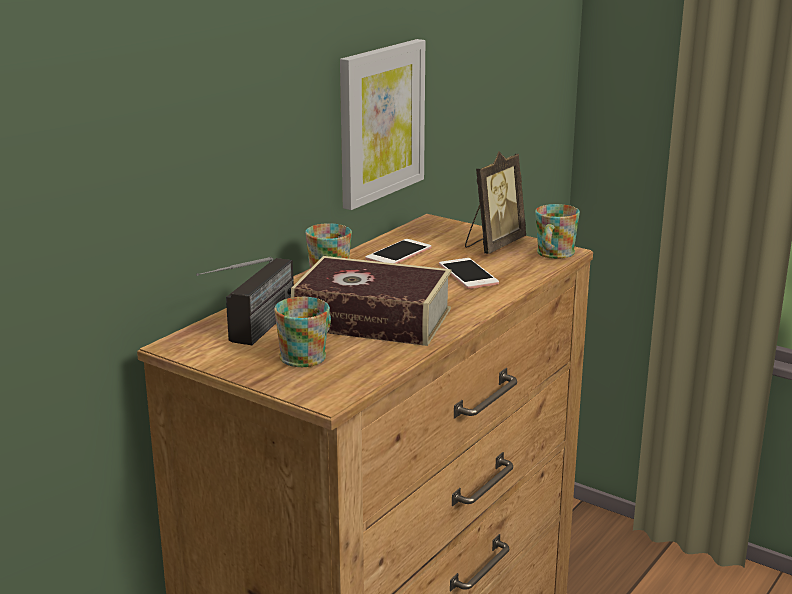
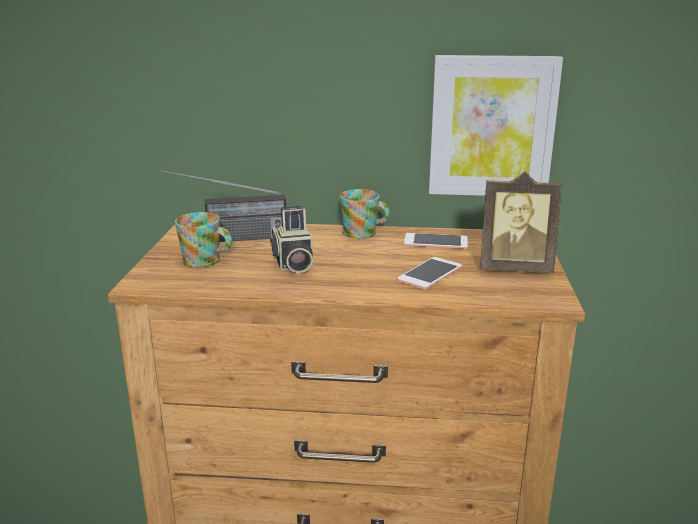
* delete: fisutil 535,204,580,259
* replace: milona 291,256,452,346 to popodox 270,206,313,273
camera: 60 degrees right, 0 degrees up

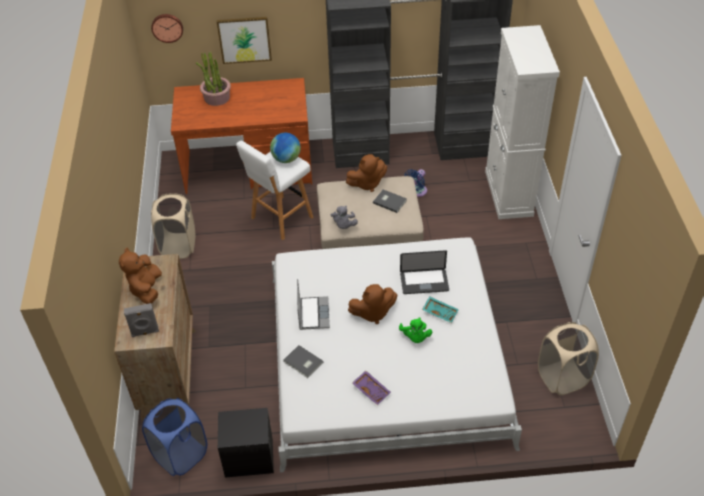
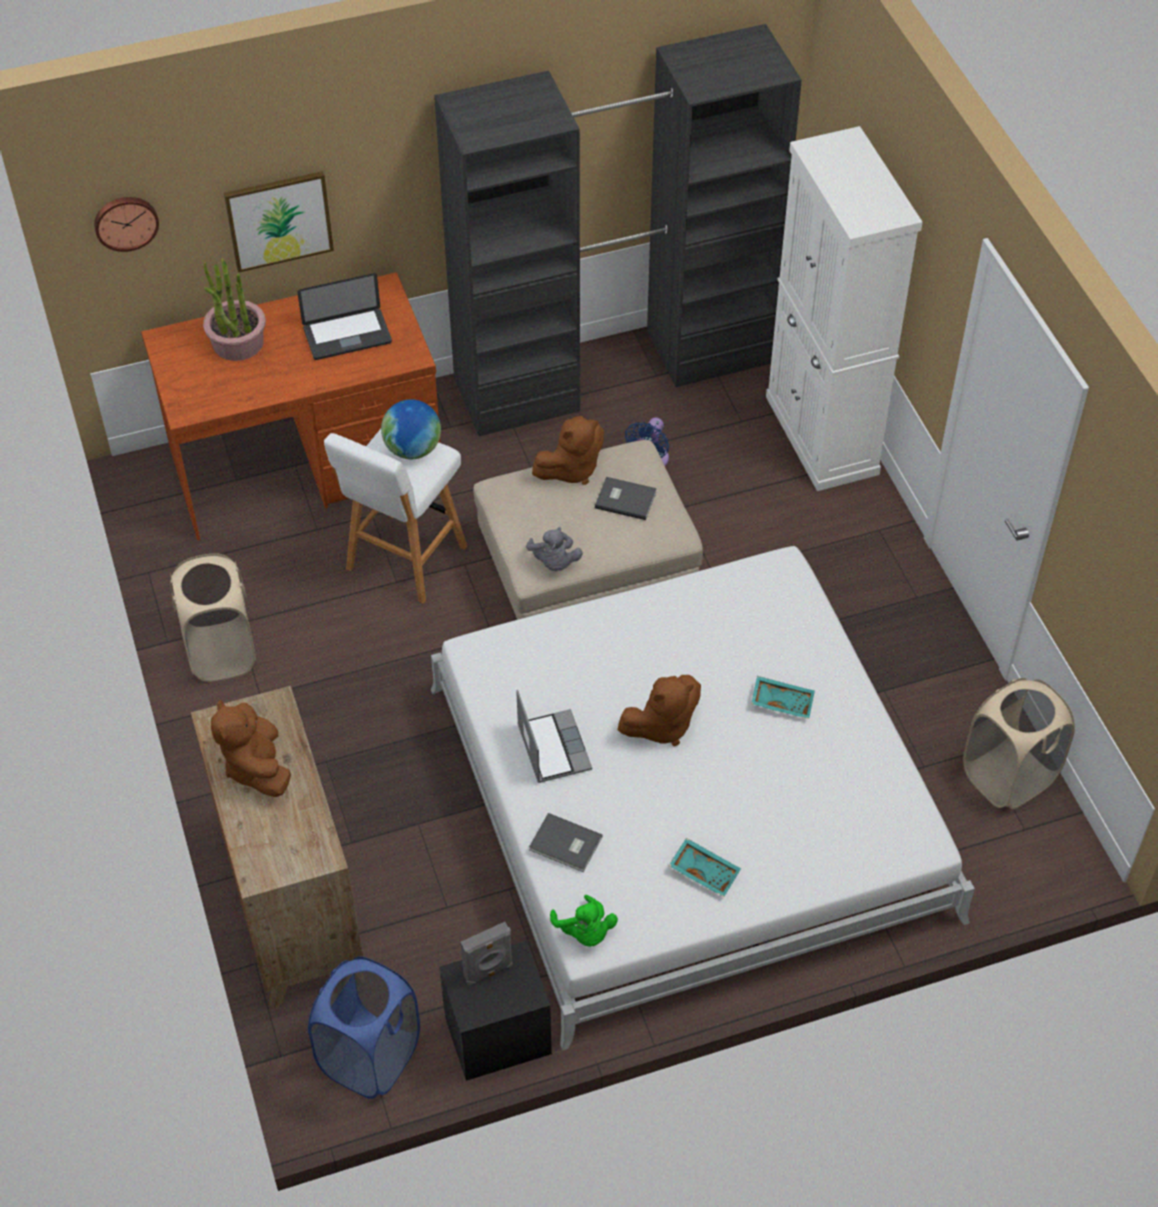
* move: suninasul 400,250,449,294 to 298,273,392,360
* move: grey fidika 124,303,159,337 to 461,922,513,985
* move: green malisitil 399,317,433,343 to 550,895,618,947
* recolor: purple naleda 352,371,391,405 to turquoise naleda 669,838,741,897
camera: 15 degrees left, 5 degrees up

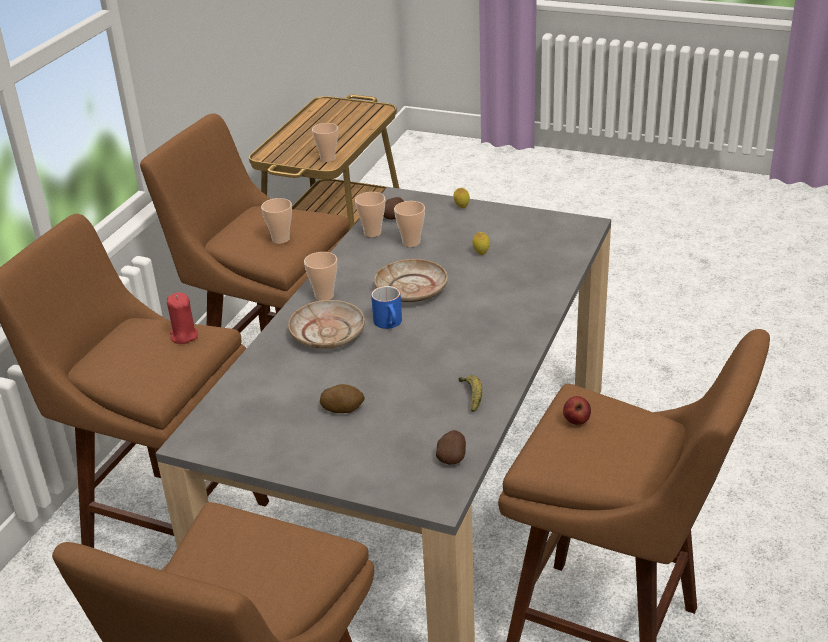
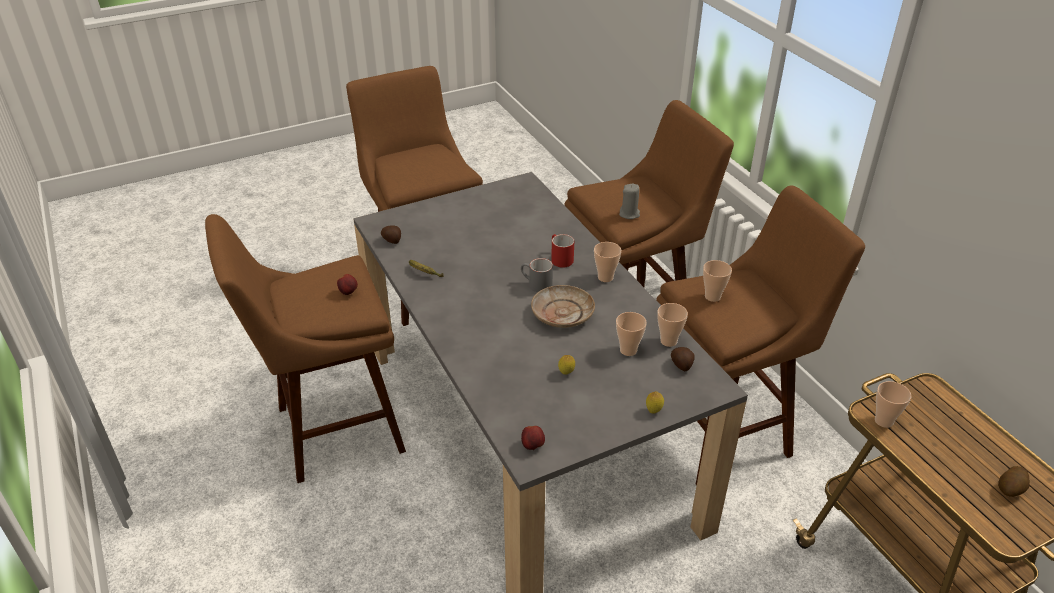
* recolor: blue fisutil 371,286,402,329 to grey fisutil 521,258,553,292
* recolor: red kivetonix 167,292,198,344 to grey kivetonix 619,184,640,219
* replace: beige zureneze 288,300,365,349 to red fisutil 551,234,574,267
* move: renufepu 320,384,365,413 to 998,466,1030,497
* insert: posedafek 521,426,545,450
camera: 130 degrees right, 5 degrees up

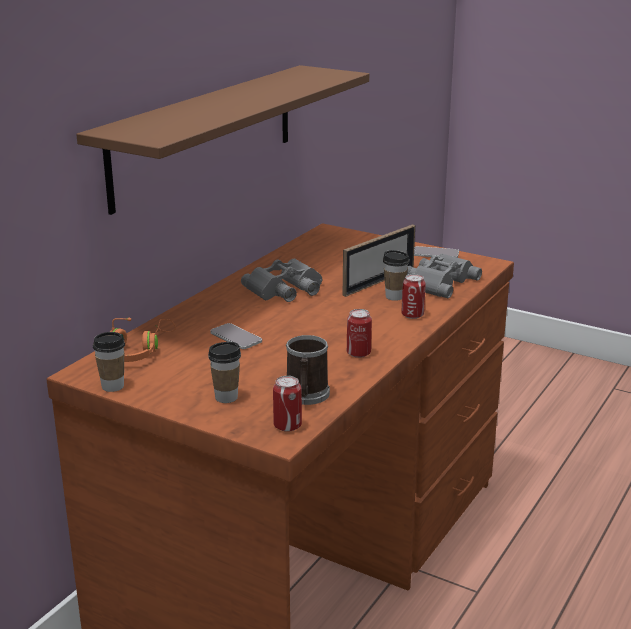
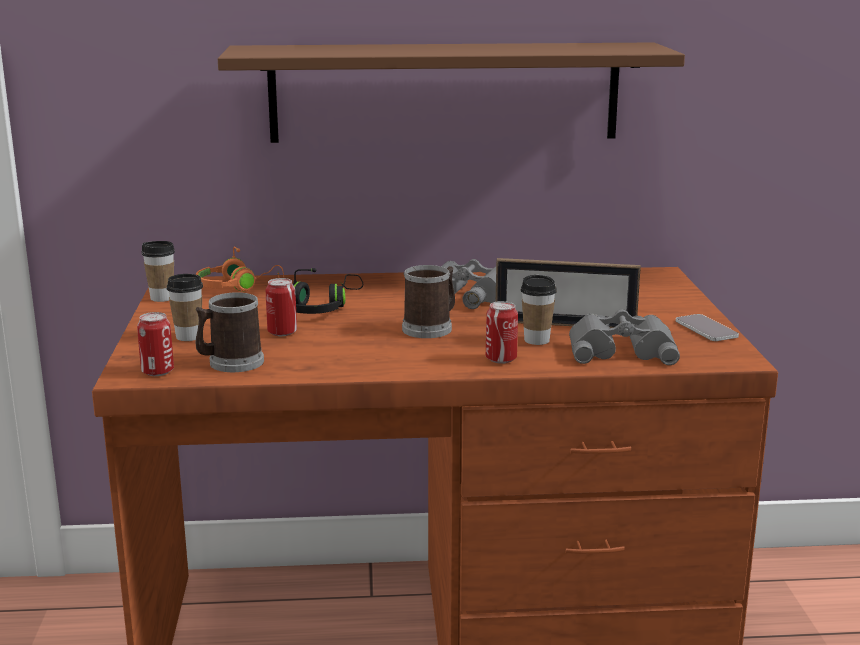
* move: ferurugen 347,309,372,358 to 266,278,297,336
* replace: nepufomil 210,323,262,349 to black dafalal 293,268,363,314
* insert: fisutil 402,265,455,338
camera: 55 degrees right, 5 degrees down

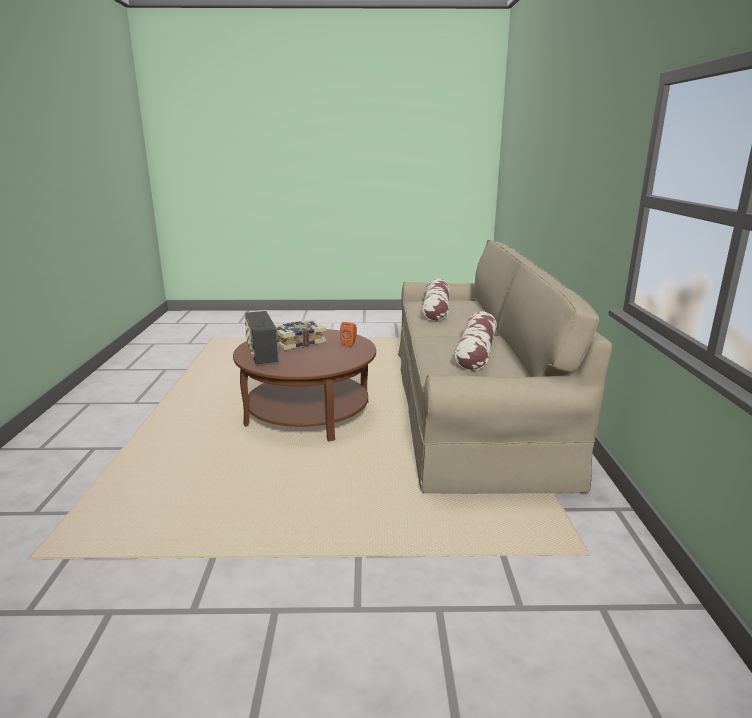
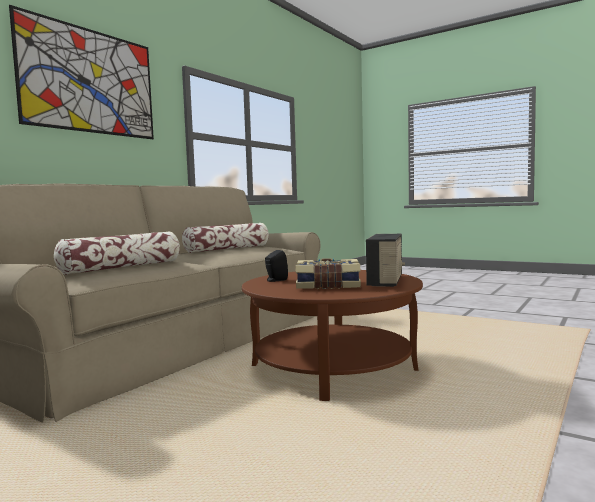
* recolor: orange fidika 340,322,357,347 to black fidika 265,250,288,282
* insert: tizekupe 9,5,154,139
camera: 145 degrees left, 15 degrees down

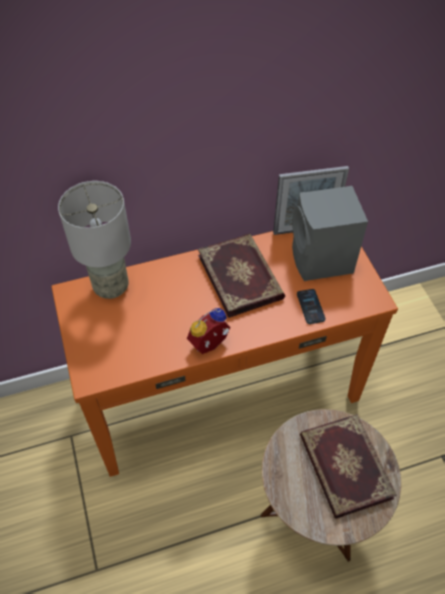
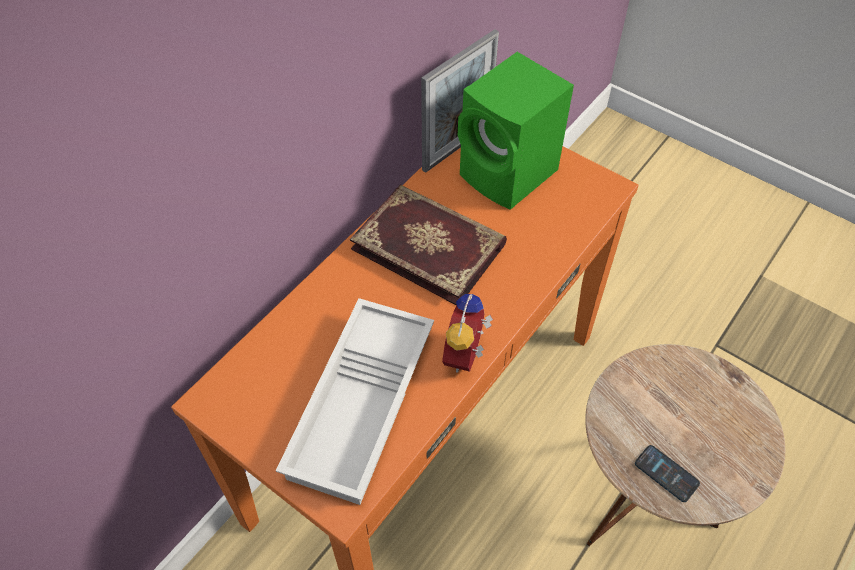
* delete: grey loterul 58,181,131,299
* recolor: grey fidika 292,186,368,281 to green fidika 458,52,574,210
* move: nepufomil 297,289,326,324 to 635,445,700,502
* delete: milona 300,414,397,519
* insert: white naleda 276,298,434,505
camera: 35 degrees left, 0 degrees up

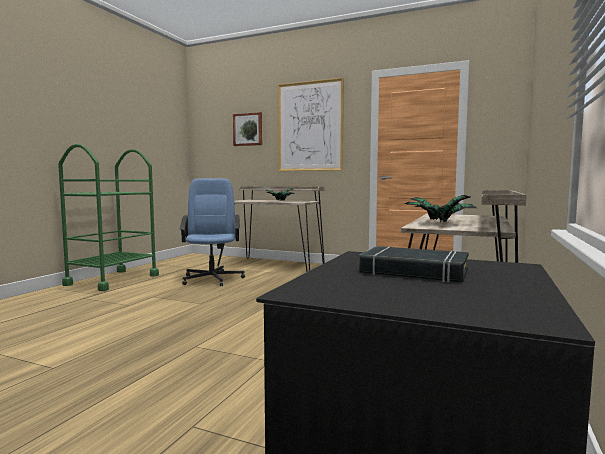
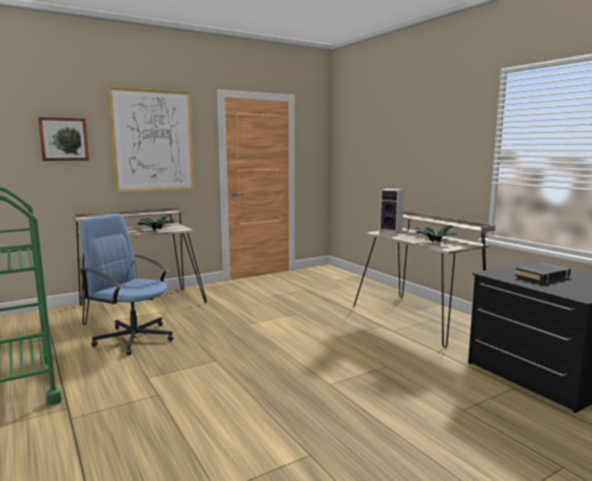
* insert: fidika 379,189,404,235
camera: 55 degrees left, 5 degrees up

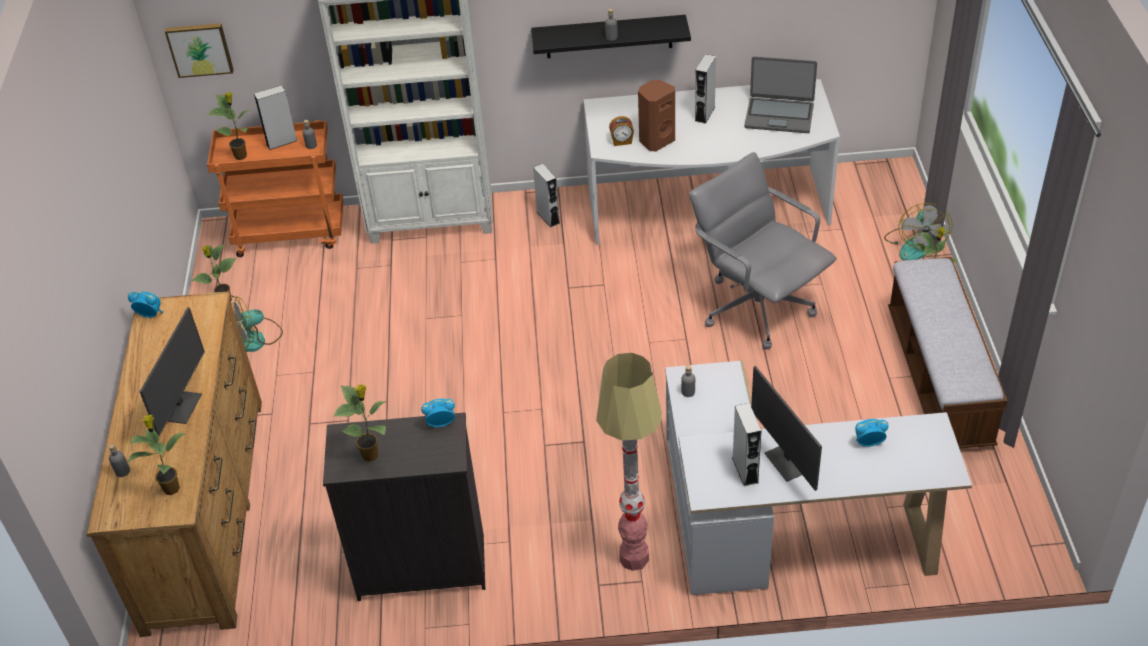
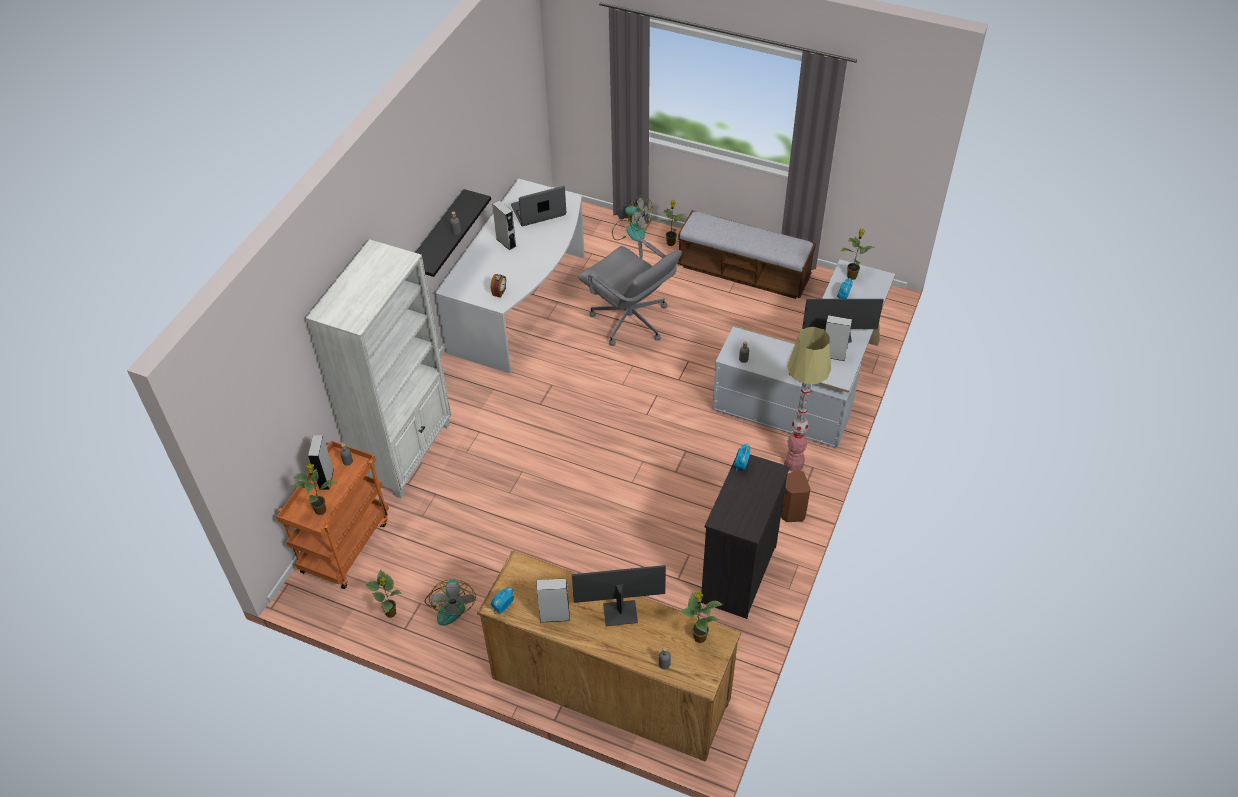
* delete: tizekupe 165,23,234,78
* rotate: suninasul 744,57,817,133 = 511,186,566,226 150 degrees counterclockwise
* move: brown fidika 638,80,675,151 to 781,470,810,522
* rotate: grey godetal 689,152,837,350 = 578,239,682,346 120 degrees counterclockwise
* move: grey fidika 533,164,560,228 to 537,578,570,623
* rotate: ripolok 140,307,205,436 = 572,565,666,626 45 degrees counterclockwise
* move: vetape 333,385,386,462 to 841,229,874,280
camera: 65 degrees left, 5 degrees up

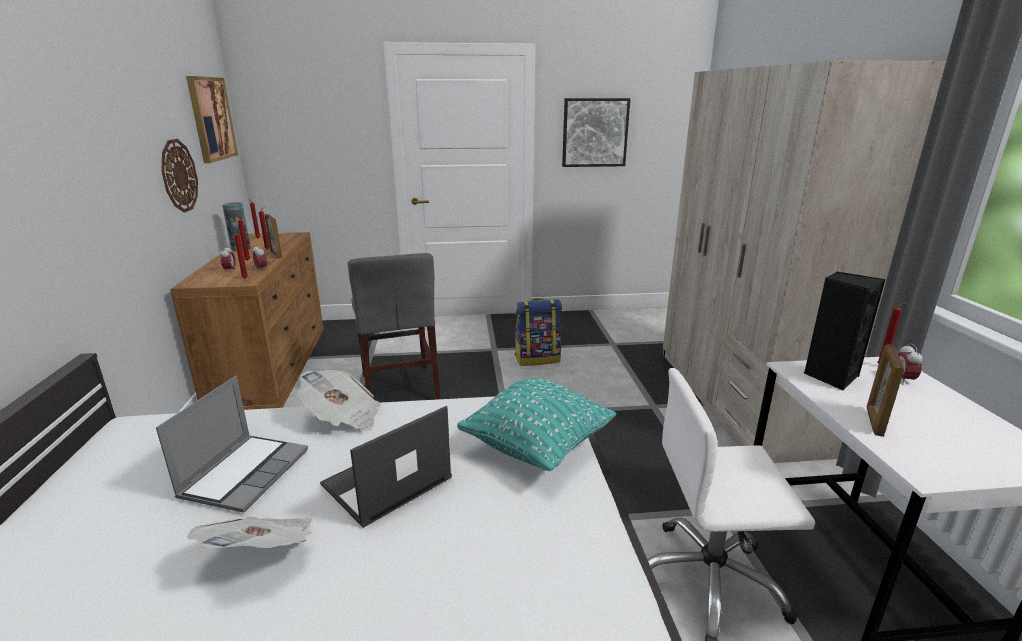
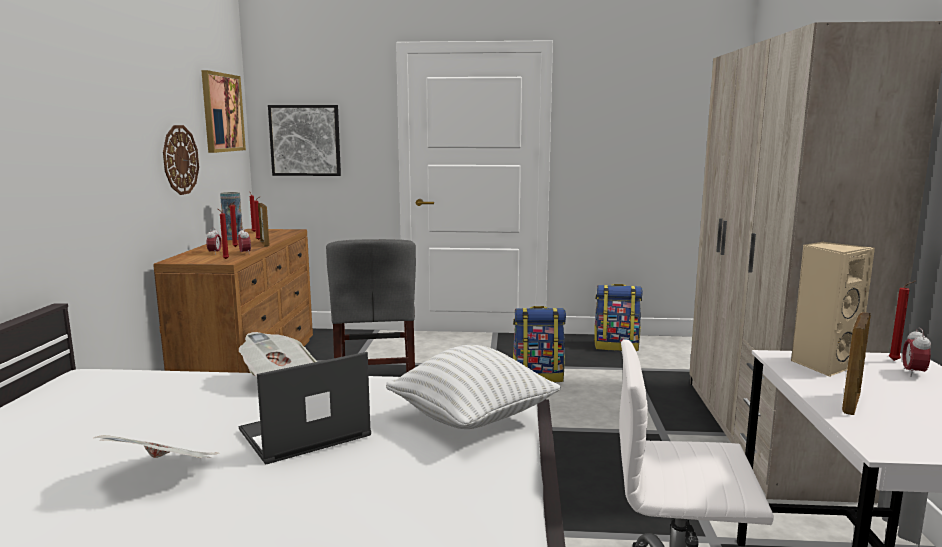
* move: tizekupe 562,98,630,167 to 268,105,341,176
* recolor: black fidika 803,272,885,391 to beige fidika 790,242,875,377
* delete: suninasul 156,376,308,513
* recolor: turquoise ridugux 457,378,617,471 to white ridugux 386,345,561,429
* insert: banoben 594,284,643,351
camera: 10 degrees right, 10 degrees down

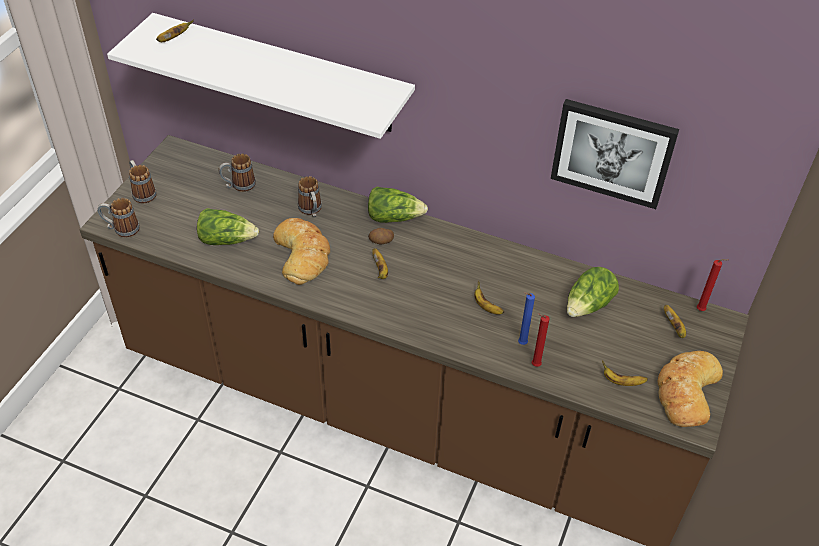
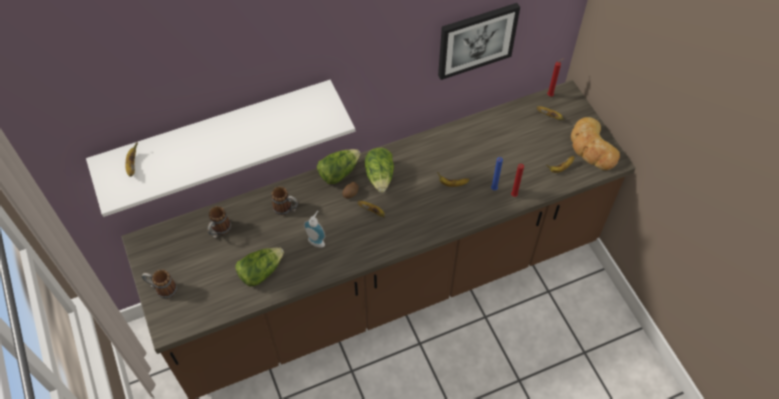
* delete: fisutil 97,198,140,238
* replace: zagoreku 273,218,330,285 to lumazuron 304,211,326,248
* move: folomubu 567,267,619,317 to 365,148,394,193
camera: 45 degrees left, 10 degrees up

